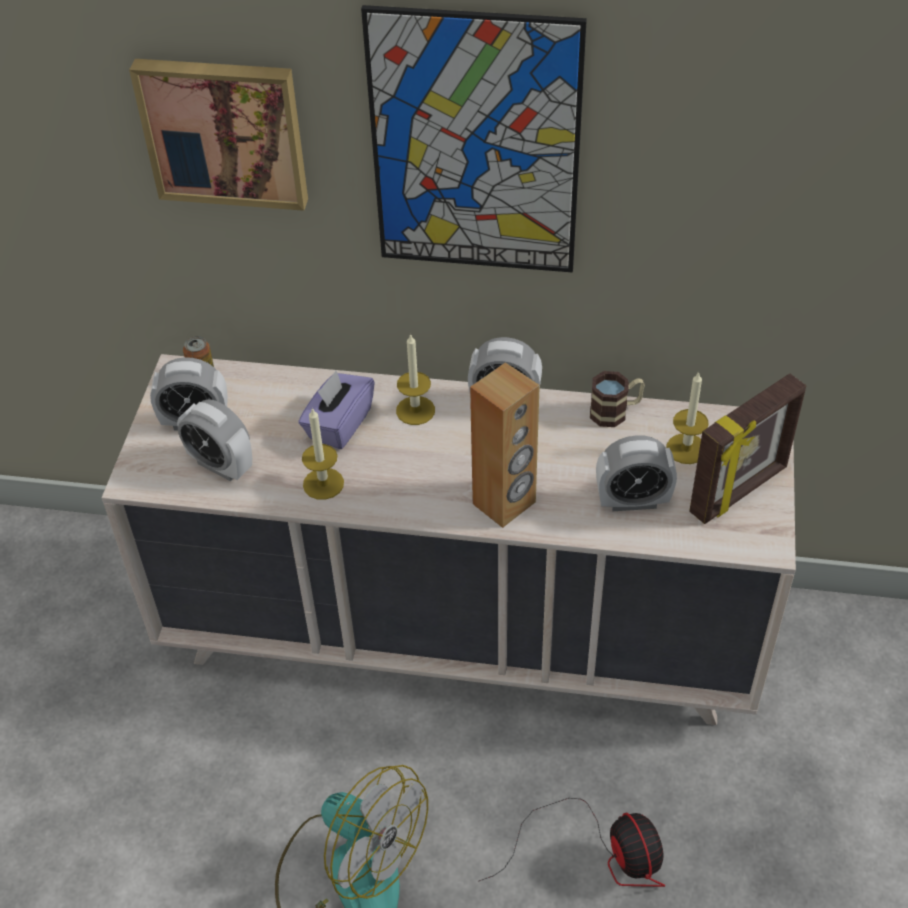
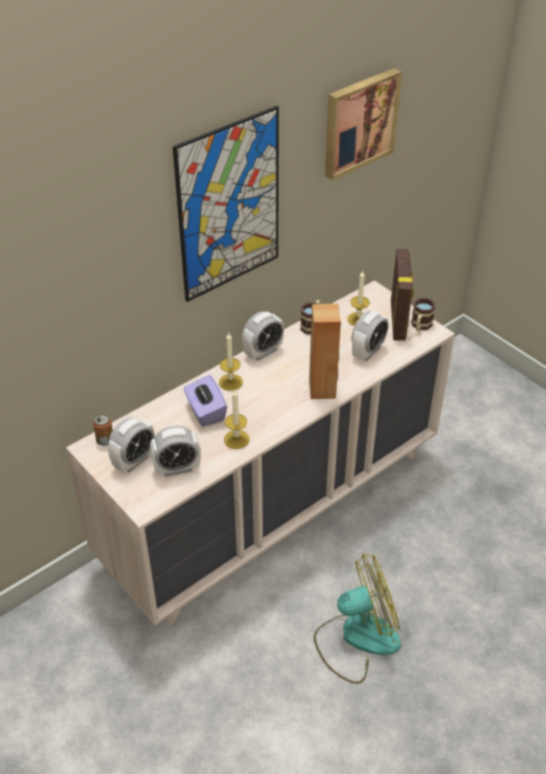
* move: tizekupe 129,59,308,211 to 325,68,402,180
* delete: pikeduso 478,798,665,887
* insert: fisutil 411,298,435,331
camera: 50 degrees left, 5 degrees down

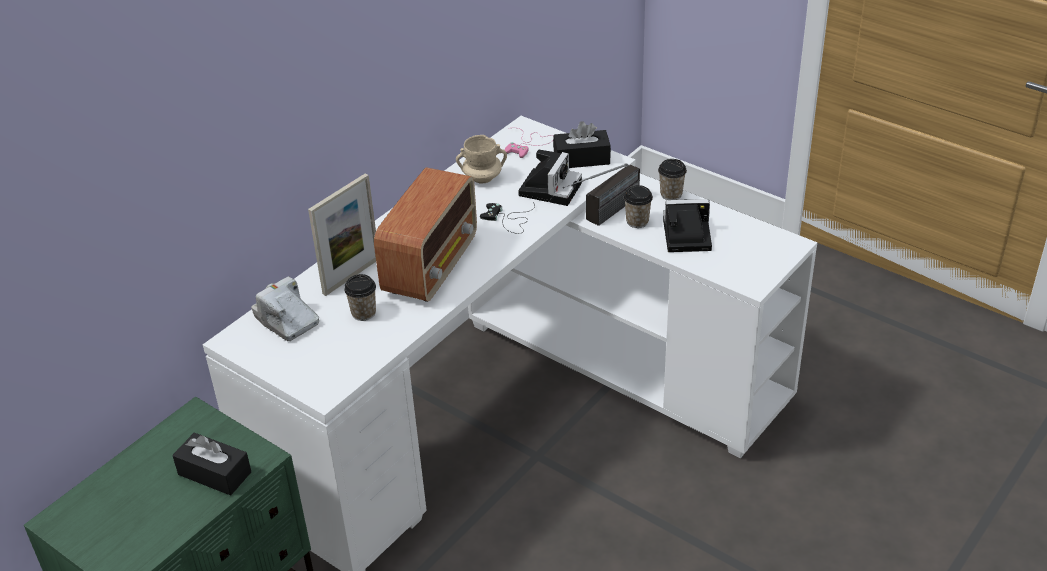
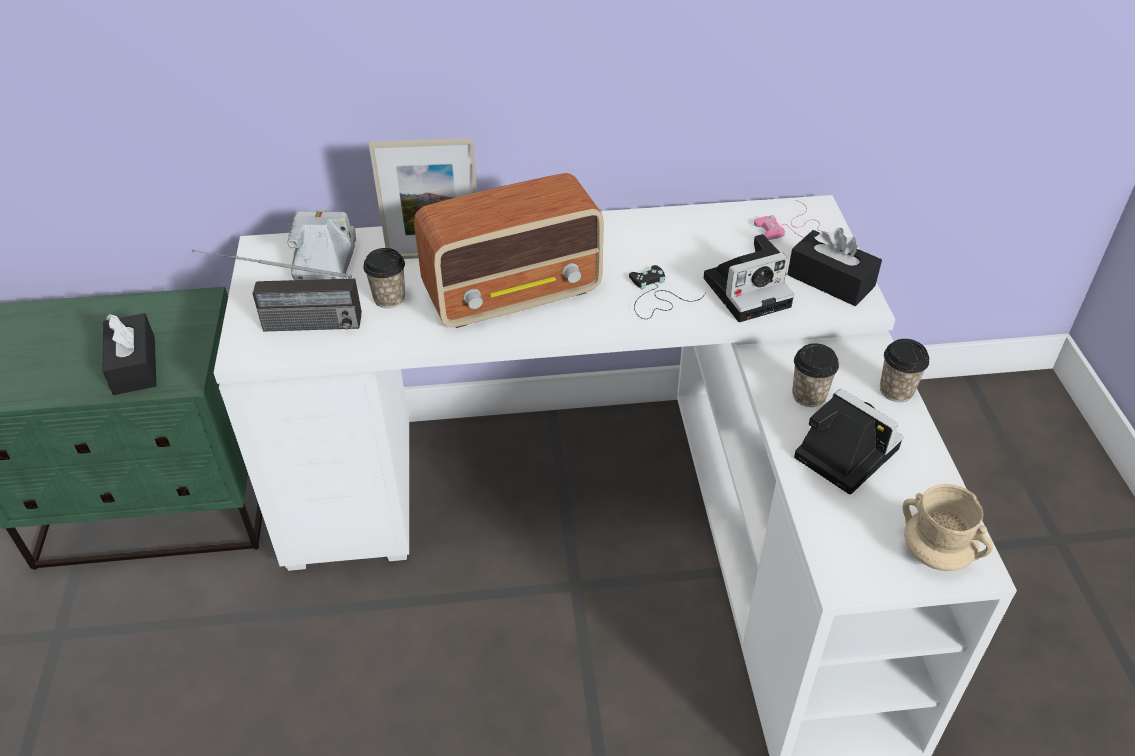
* move: beige fisutil 456,135,507,183 to 902,484,993,571
* move: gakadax 563,164,640,226 to 192,249,362,332
camera: 45 degrees right, 5 degrees up

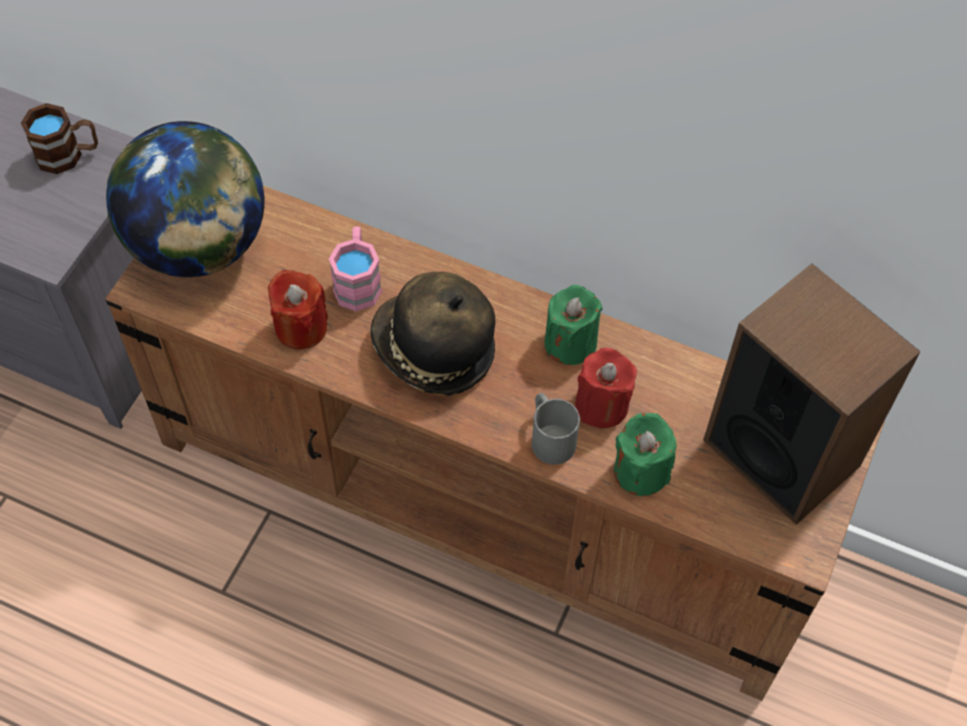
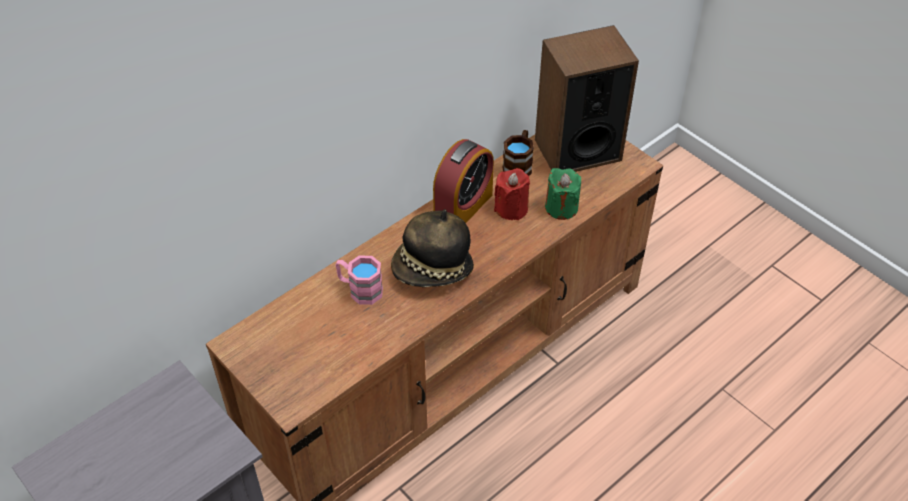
* move: brown fisutil 21,103,98,174 to 502,130,534,176
* delete: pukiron 106,121,265,277
* delete: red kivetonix 268,270,328,349
* replace: green kivetonix 545,285,603,365 to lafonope 433,139,494,223
* delete: grey fisutil 532,393,580,465
camera: 65 degrees left, 10 degrees down

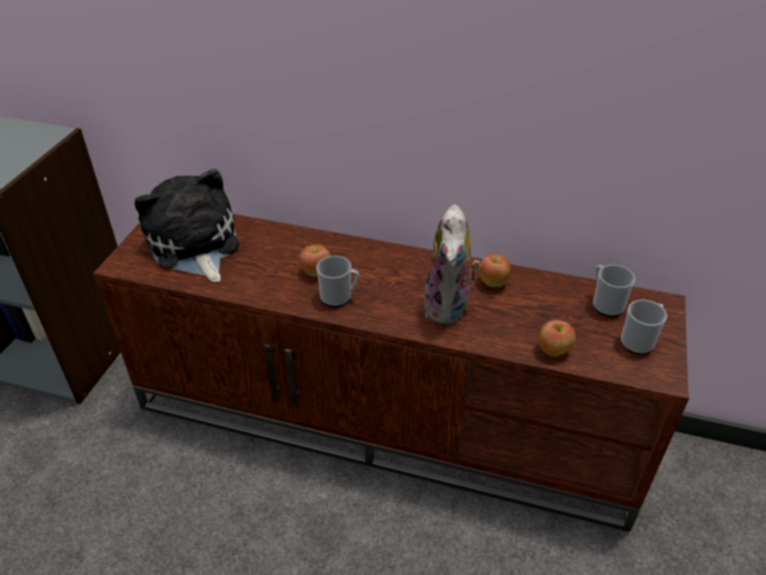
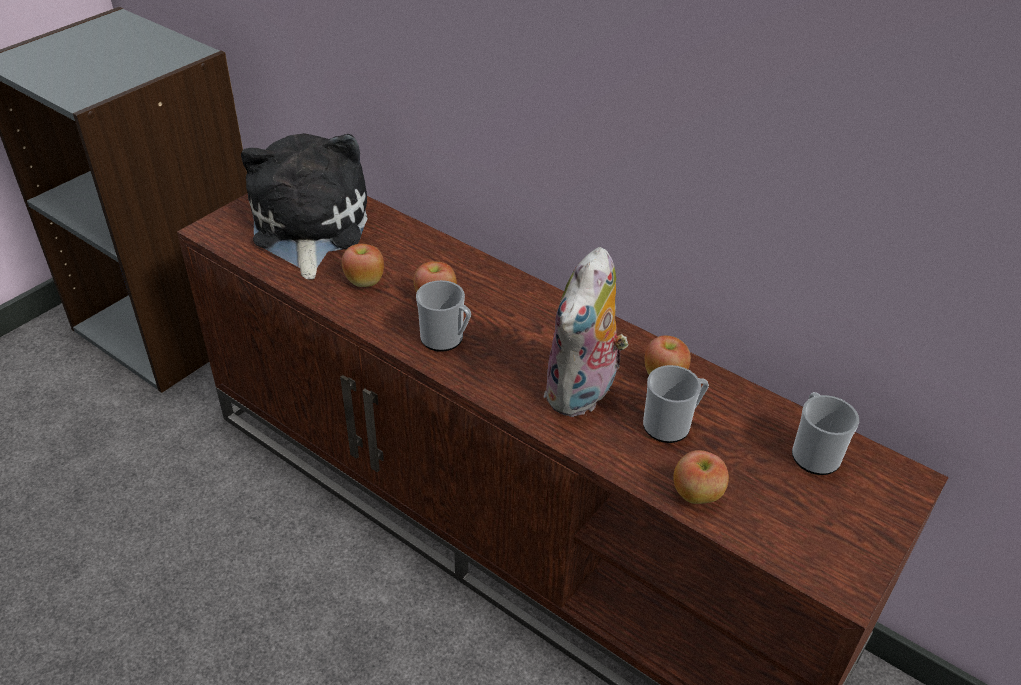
* move: fisutil 620,300,667,355 to 643,365,709,443
* insert: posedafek 342,244,384,287
camera: 20 degrees right, 0 degrees up

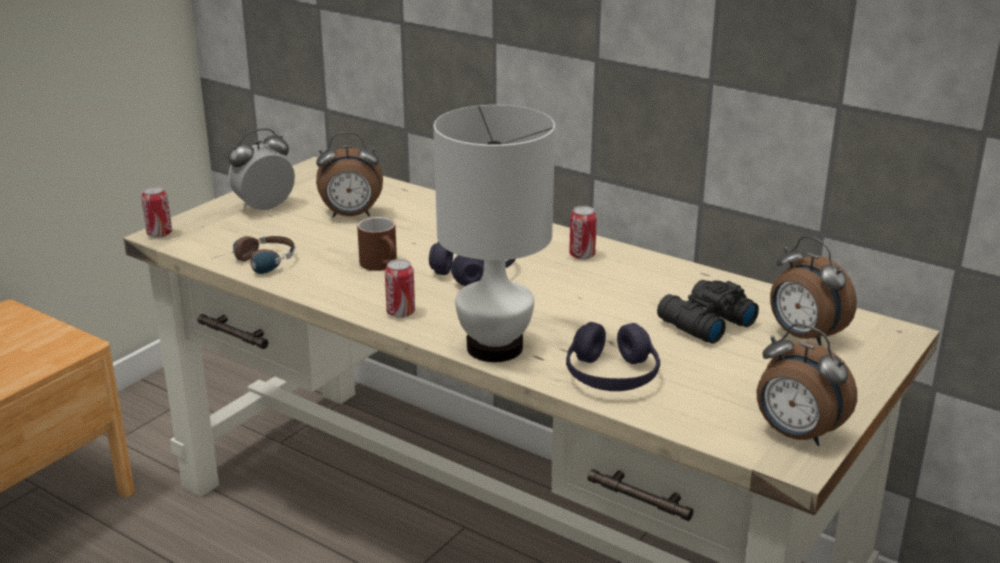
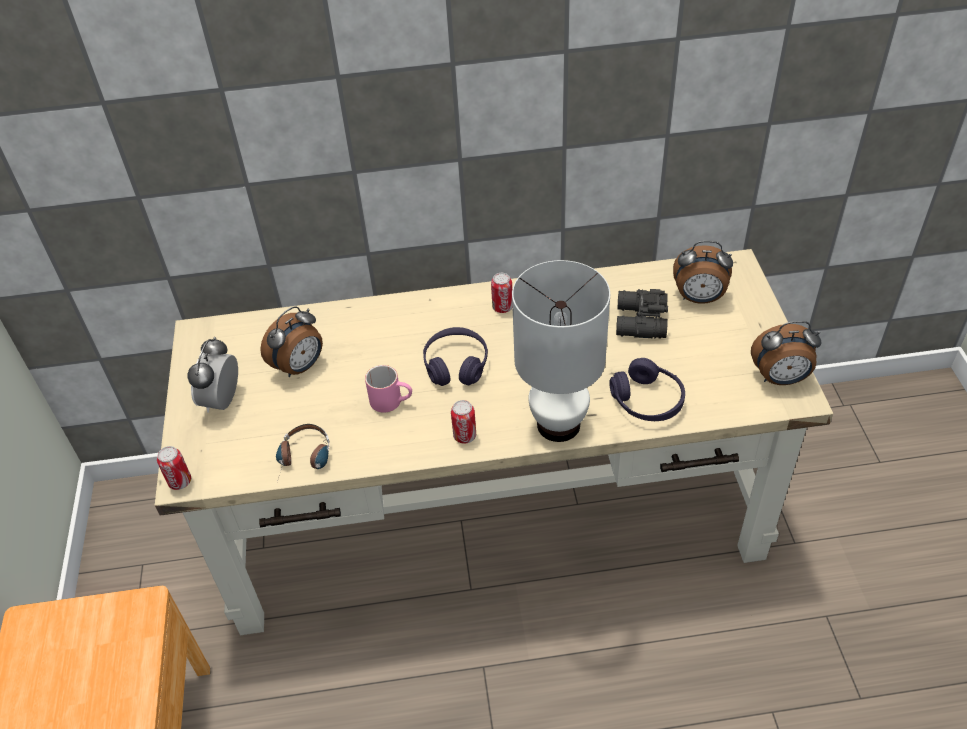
* recolor: brown fisutil 357,217,397,271 to pink fisutil 365,365,412,413
camera: 40 degrees left, 20 degrees up

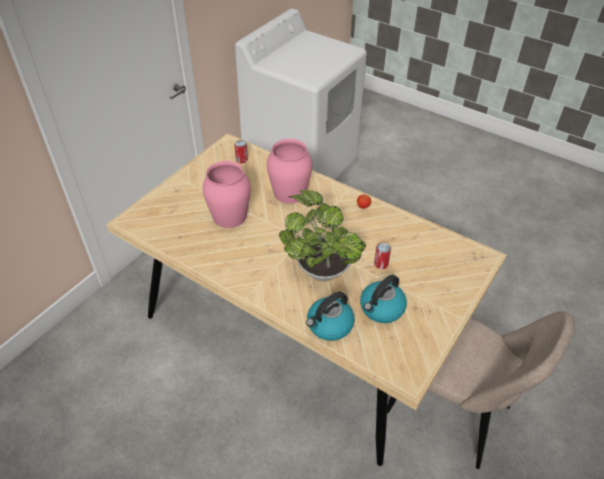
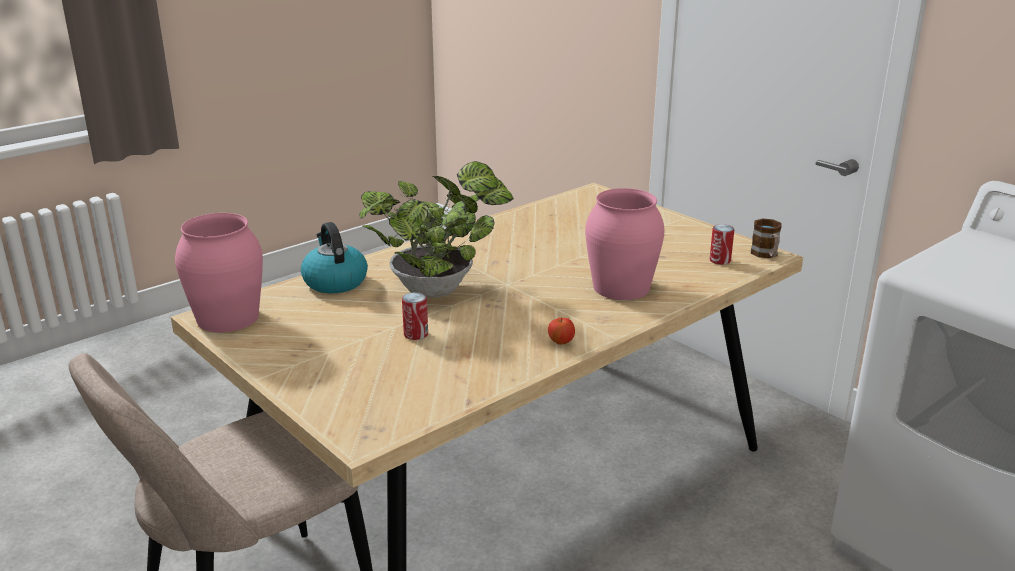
* move: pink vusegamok 203,161,251,228 to 175,213,263,332
* delete: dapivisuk 360,275,407,323
* insert: fisutil 751,218,781,258
camera: 105 degrees right, 20 degrees down

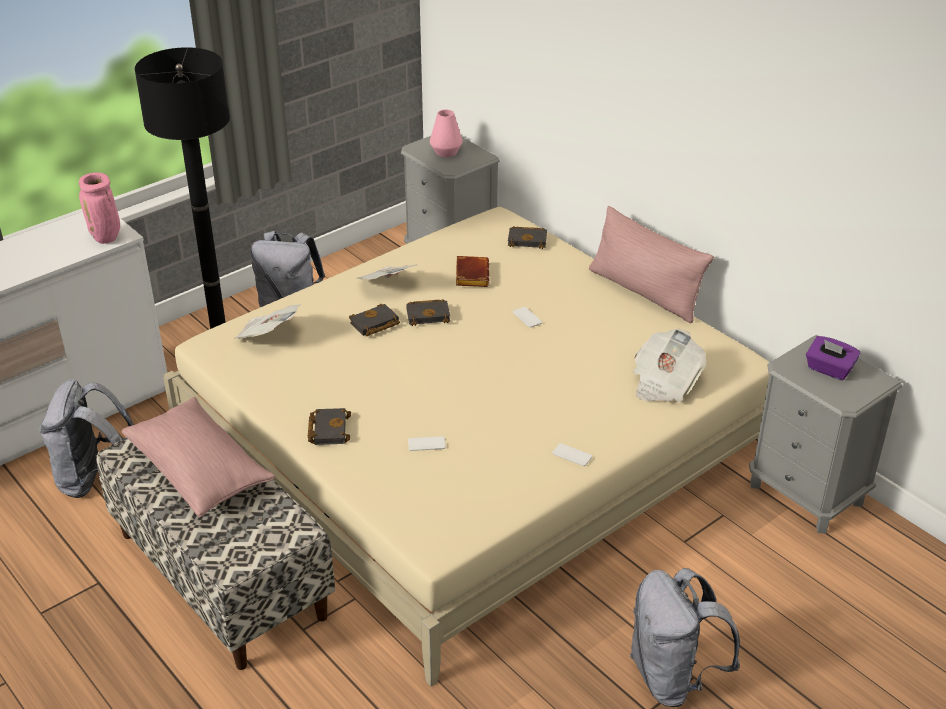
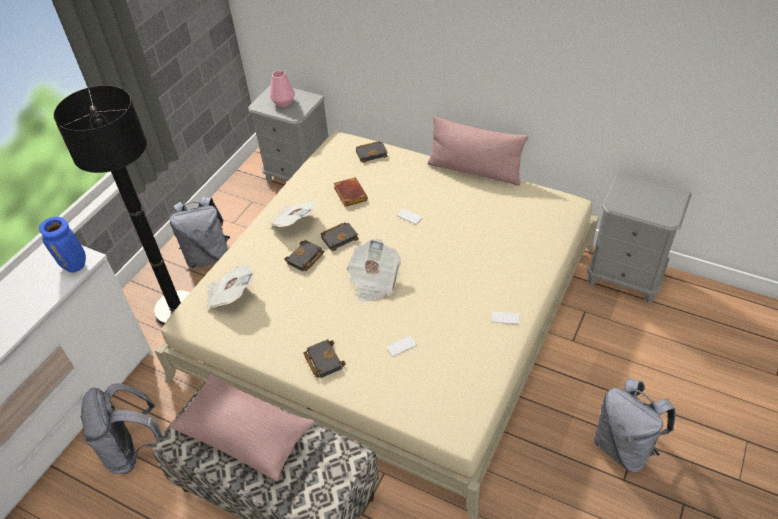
* recolor: pink vusegamok 79,172,120,244 to blue vusegamok 39,217,86,273
* move: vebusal 633,329,707,402 to 347,239,401,302
* delete: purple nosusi 806,336,861,380
camera: 20 degrees left, 10 degrees up

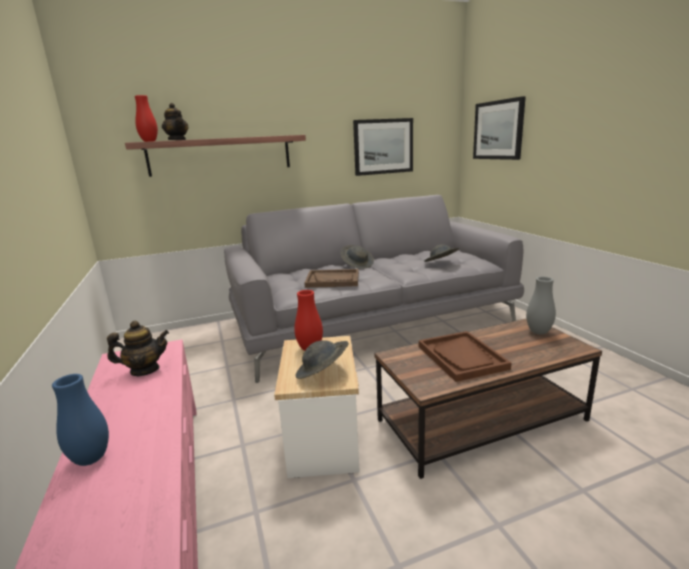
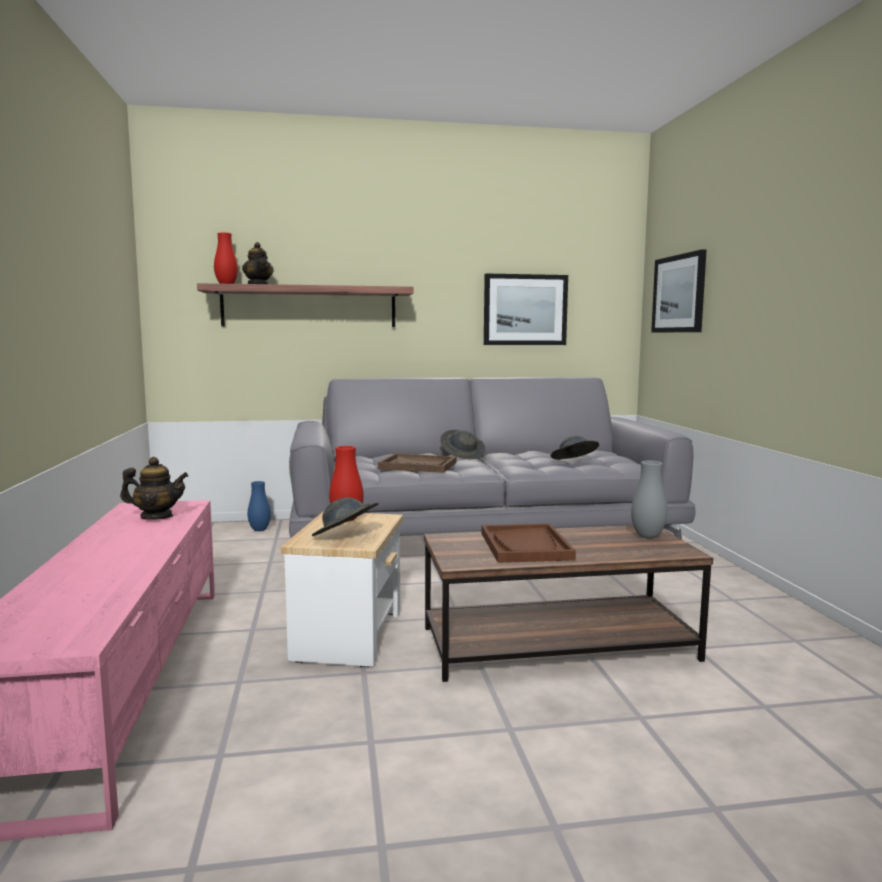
* move: blue vusegamok 52,374,109,466 to 248,481,271,531
camera: 10 degrees right, 10 degrees down

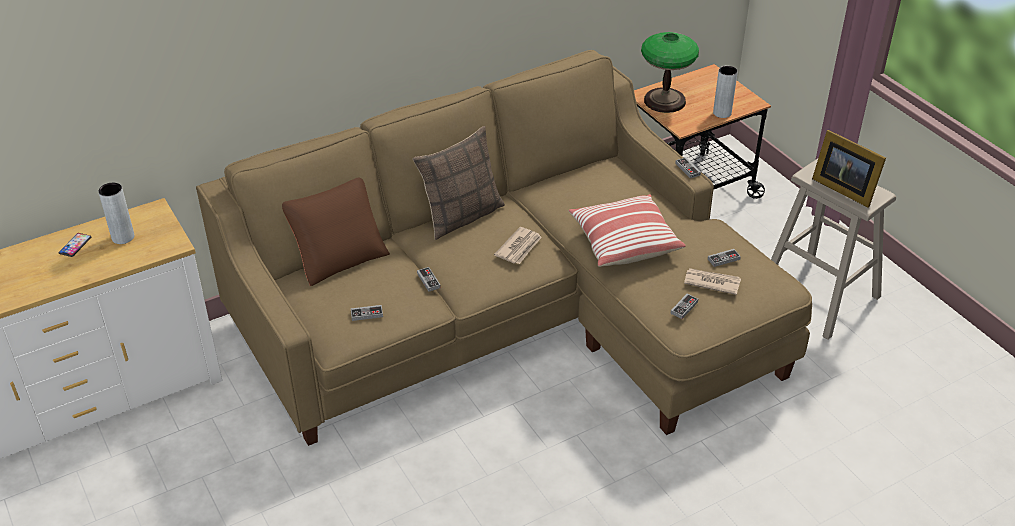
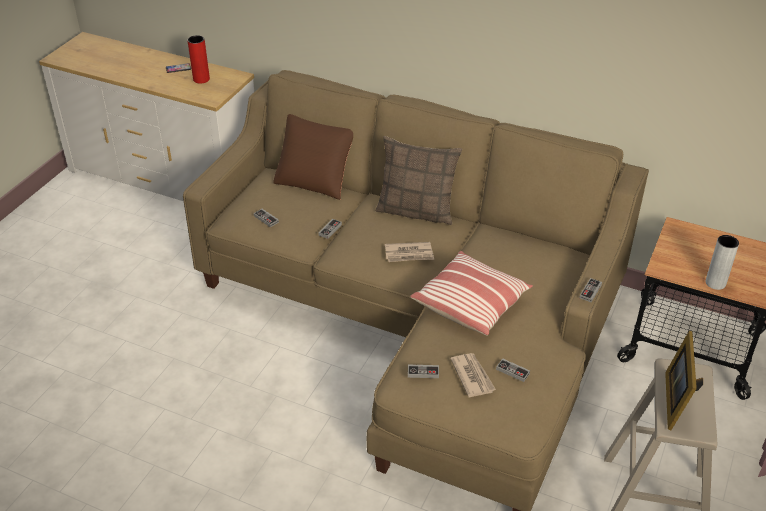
* delete: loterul 641,32,699,113
* recolor: grey vusegamok 98,183,135,244 to red vusegamok 187,35,210,84
camera: 55 degrees right, 0 degrees up

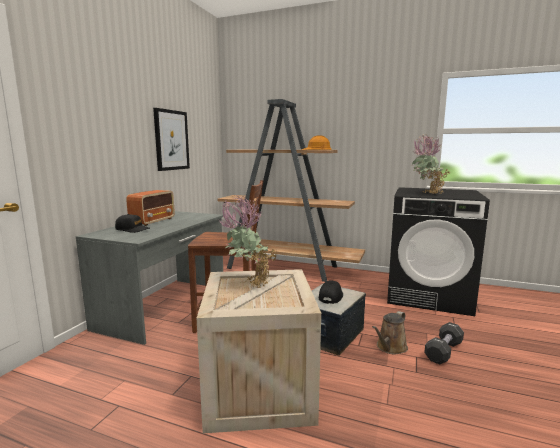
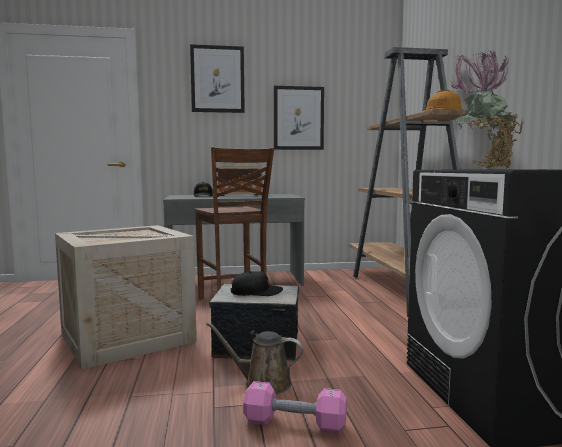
* delete: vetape 219,195,277,288
* recolor: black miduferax 424,322,464,364 to pink miduferax 243,381,347,434
* insert: tizekupe 190,44,245,113
camera: 60 degrees right, 5 degrees down

